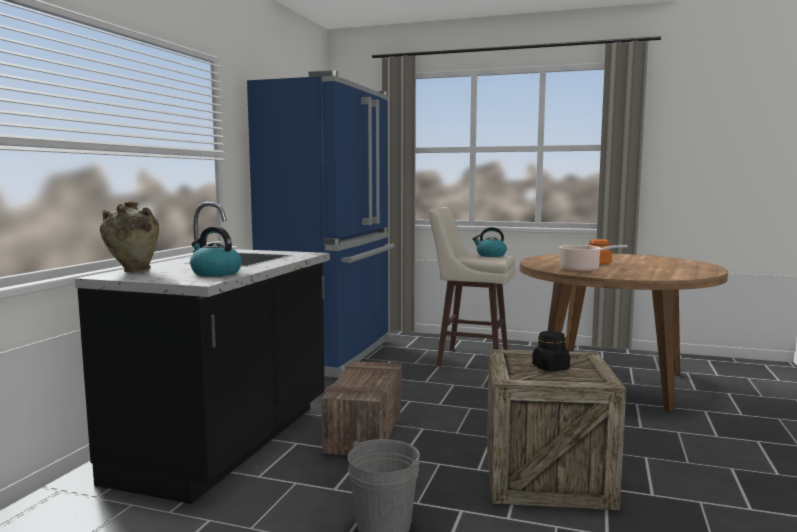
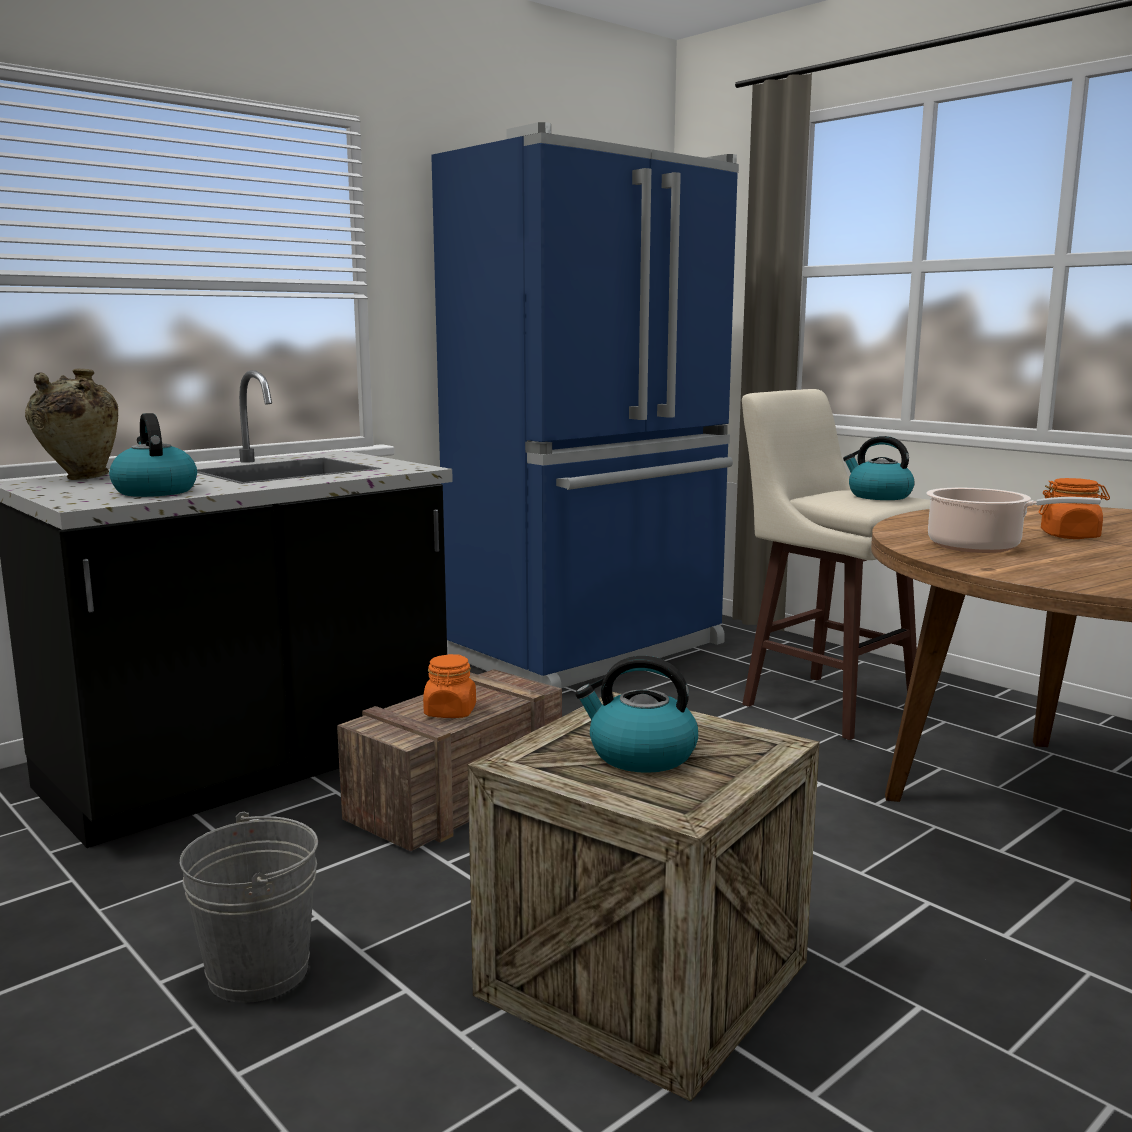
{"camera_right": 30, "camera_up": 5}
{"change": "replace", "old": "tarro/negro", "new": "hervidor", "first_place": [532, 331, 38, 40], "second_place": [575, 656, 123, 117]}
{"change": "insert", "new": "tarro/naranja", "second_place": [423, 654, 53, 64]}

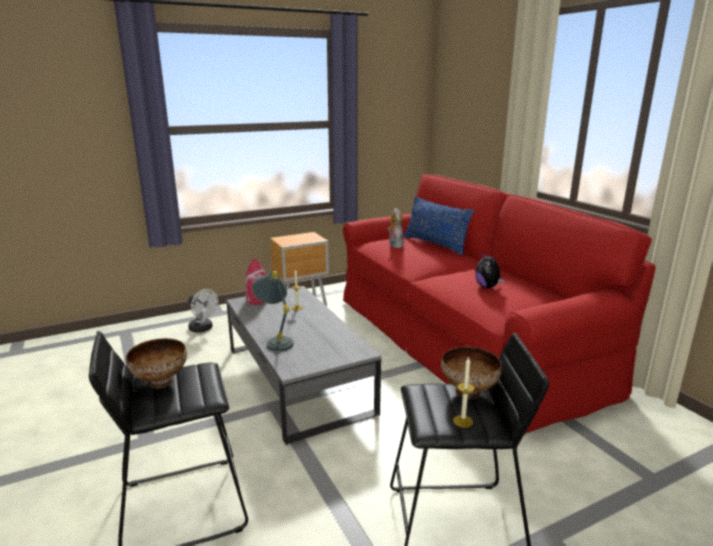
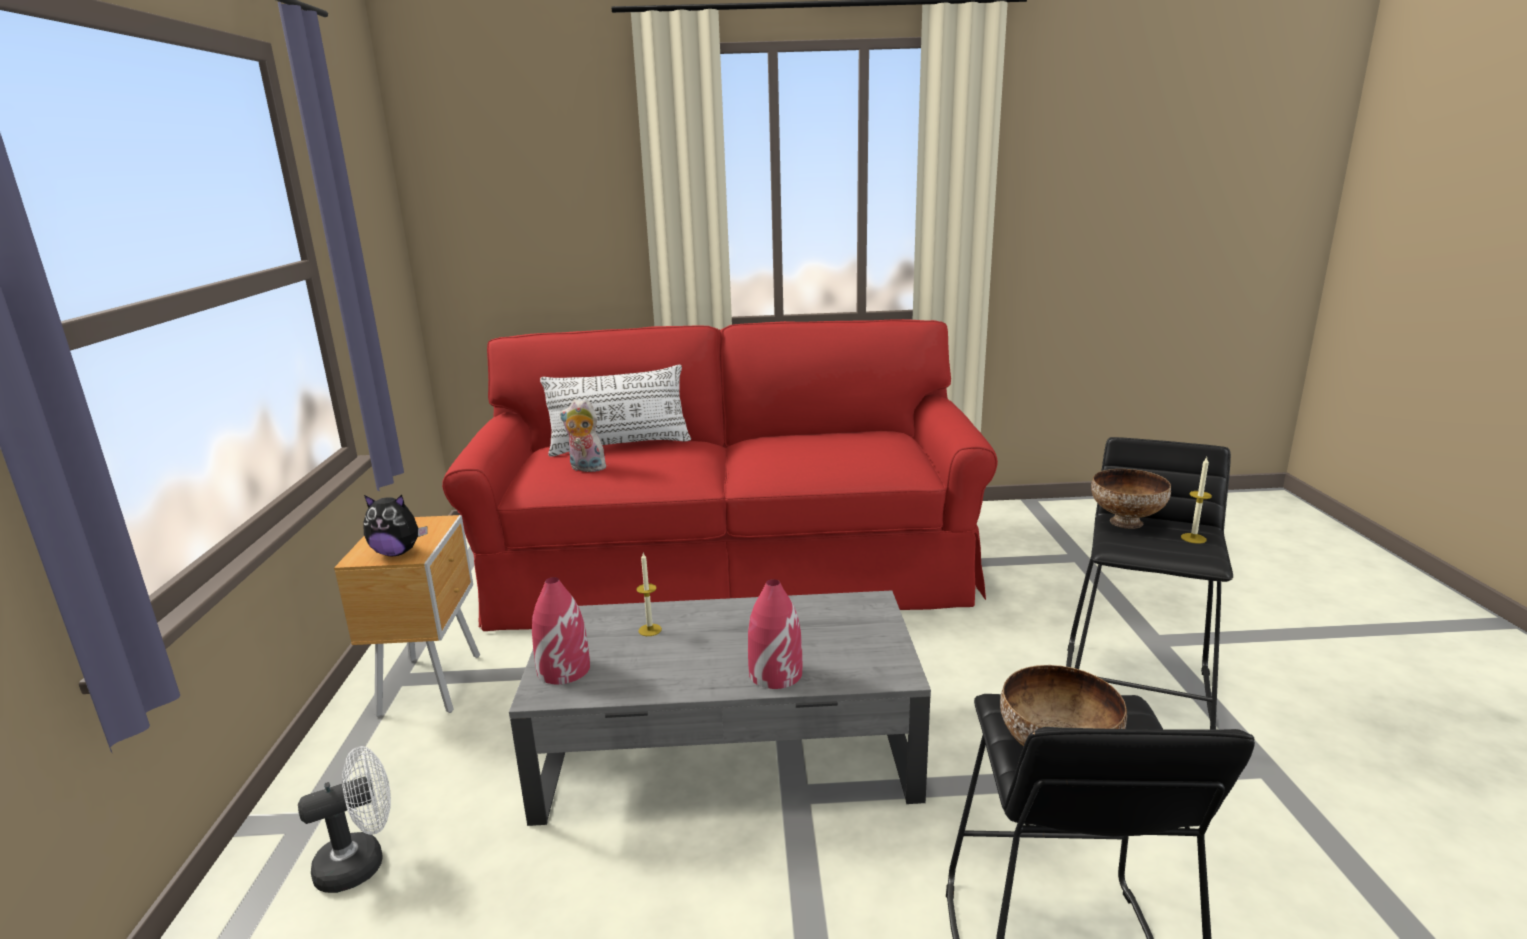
{"camera_right": -65, "camera_up": 0}
{"change": "recolor", "old": "cojín/azul", "new": "cojín/blanco", "first_place": [404, 196, 71, 59], "second_place": [540, 365, 151, 92]}
{"change": "move", "old": "peluche", "first_place": [475, 252, 29, 36], "second_place": [363, 495, 64, 61]}
{"change": "replace", "old": "lámpara de mesa/gris", "new": "florero/rojo", "first_place": [252, 271, 42, 80], "second_place": [748, 579, 54, 110]}

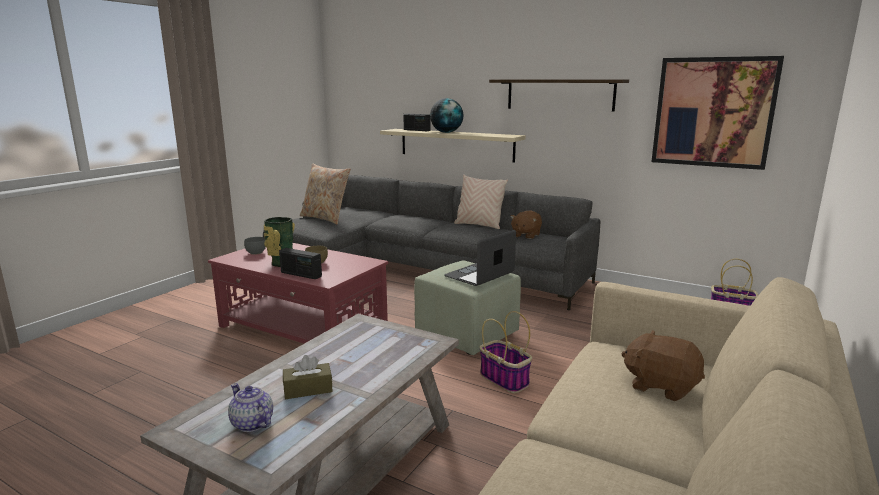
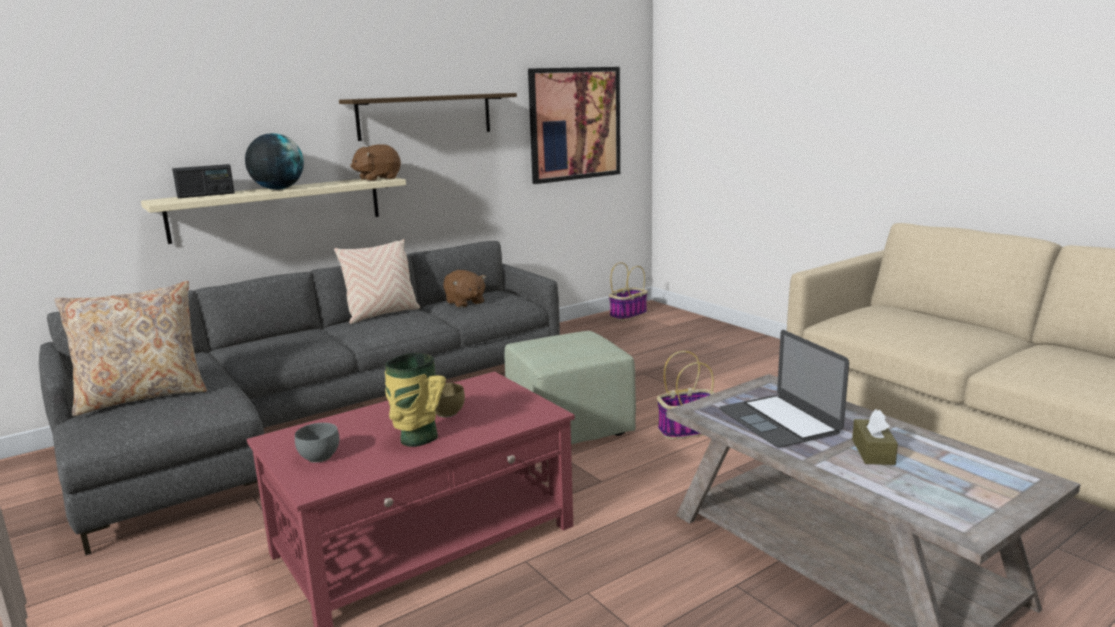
{"camera_right": -65, "camera_up": 0}
{"change": "move", "old": "portátil", "first_place": [444, 230, 72, 56], "second_place": [719, 330, 130, 118]}
{"change": "delete", "old": "radio", "first_place": [279, 248, 43, 31]}
{"change": "move", "old": "peluche/marrón", "first_place": [621, 330, 84, 71], "second_place": [350, 144, 51, 38]}
{"change": "delete", "old": "tetera", "first_place": [228, 383, 45, 49]}

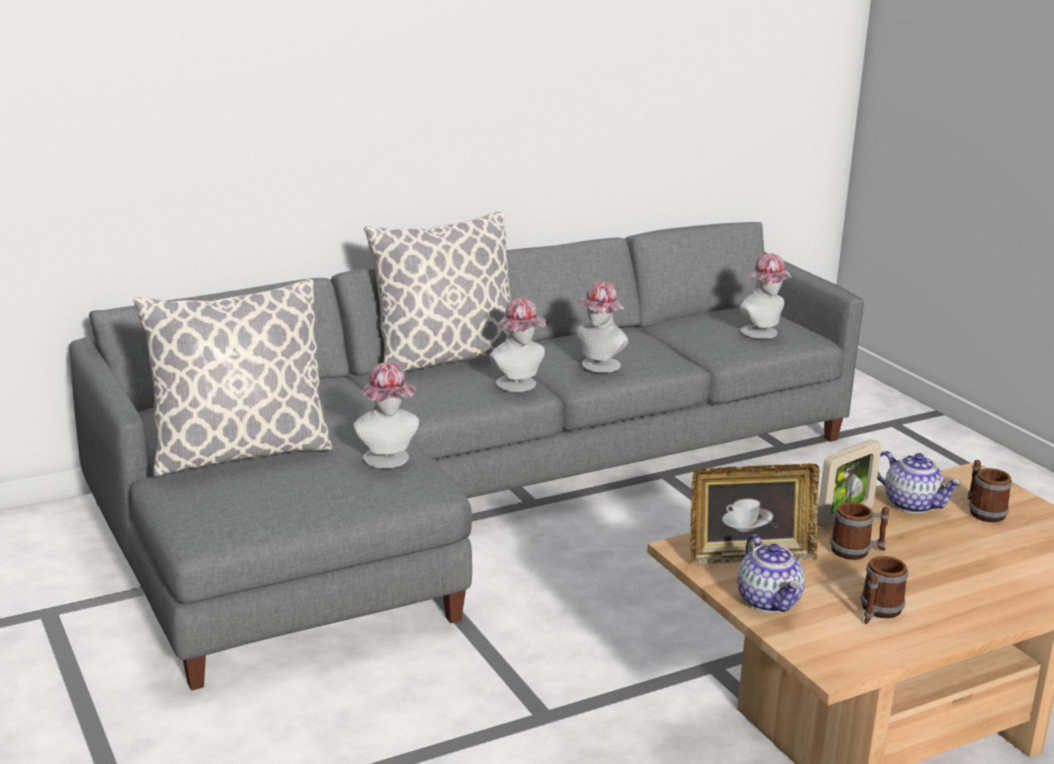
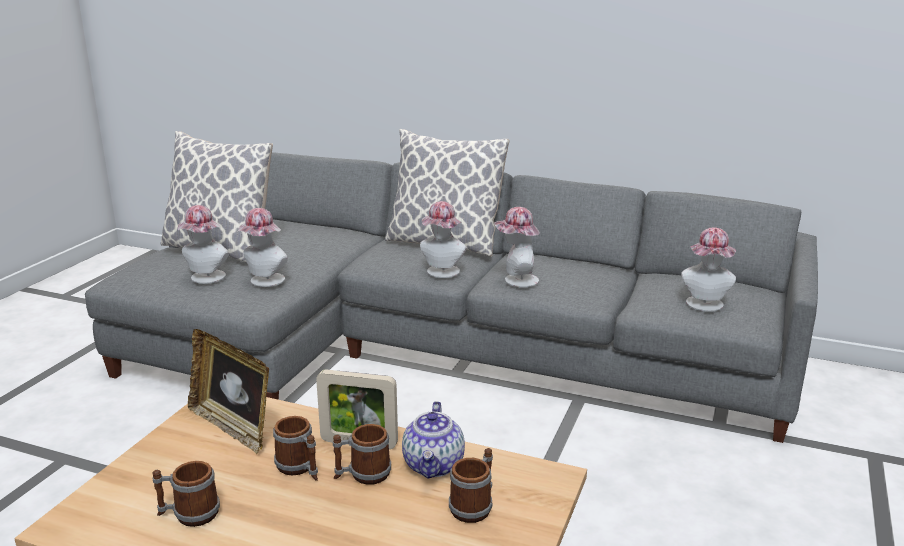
{"camera_right": 50, "camera_up": 0}
{"change": "delete", "old": "tetera", "first_place": [737, 534, 68, 78]}
{"change": "insert", "new": "sombrero", "second_place": [177, 205, 52, 79]}
{"change": "insert", "new": "taza grande", "second_place": [333, 424, 58, 61]}

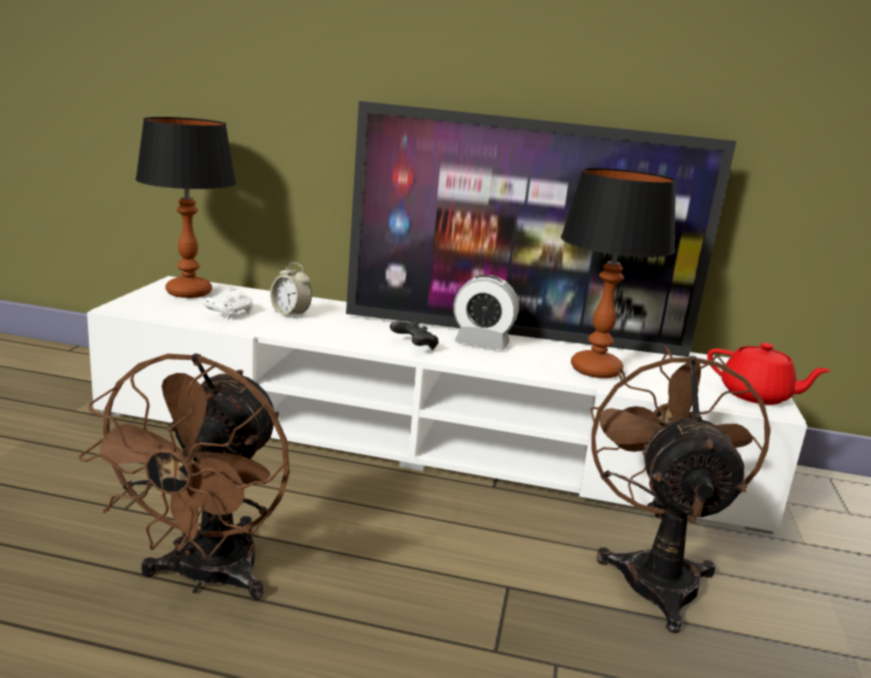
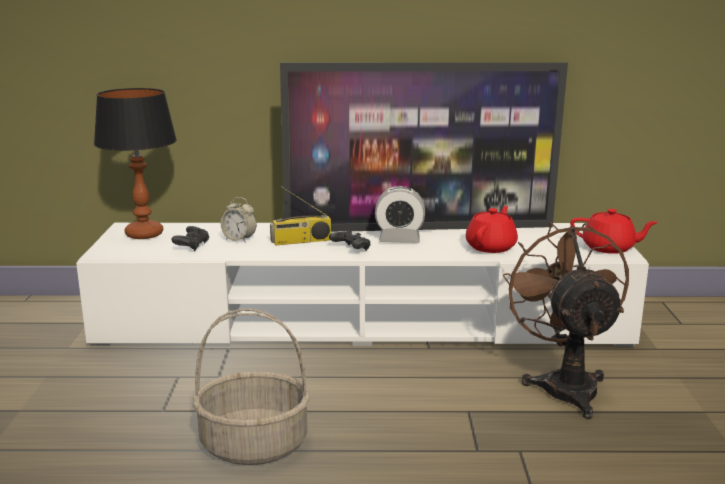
{"camera_right": -10, "camera_up": 0}
{"change": "replace", "old": "lámpara de mesa", "new": "tetera/rojo", "first_place": [561, 168, 115, 210], "second_place": [466, 206, 52, 47]}
{"change": "recolor", "old": "mando de consola/blanco", "new": "mando de consola/negro", "first_place": [203, 289, 50, 31], "second_place": [171, 226, 38, 25]}
{"change": "replace", "old": "ventilador/marrón", "new": "cesta", "first_place": [79, 354, 211, 247], "second_place": [193, 309, 117, 156]}
{"change": "insert", "new": "radio", "second_place": [270, 186, 61, 59]}

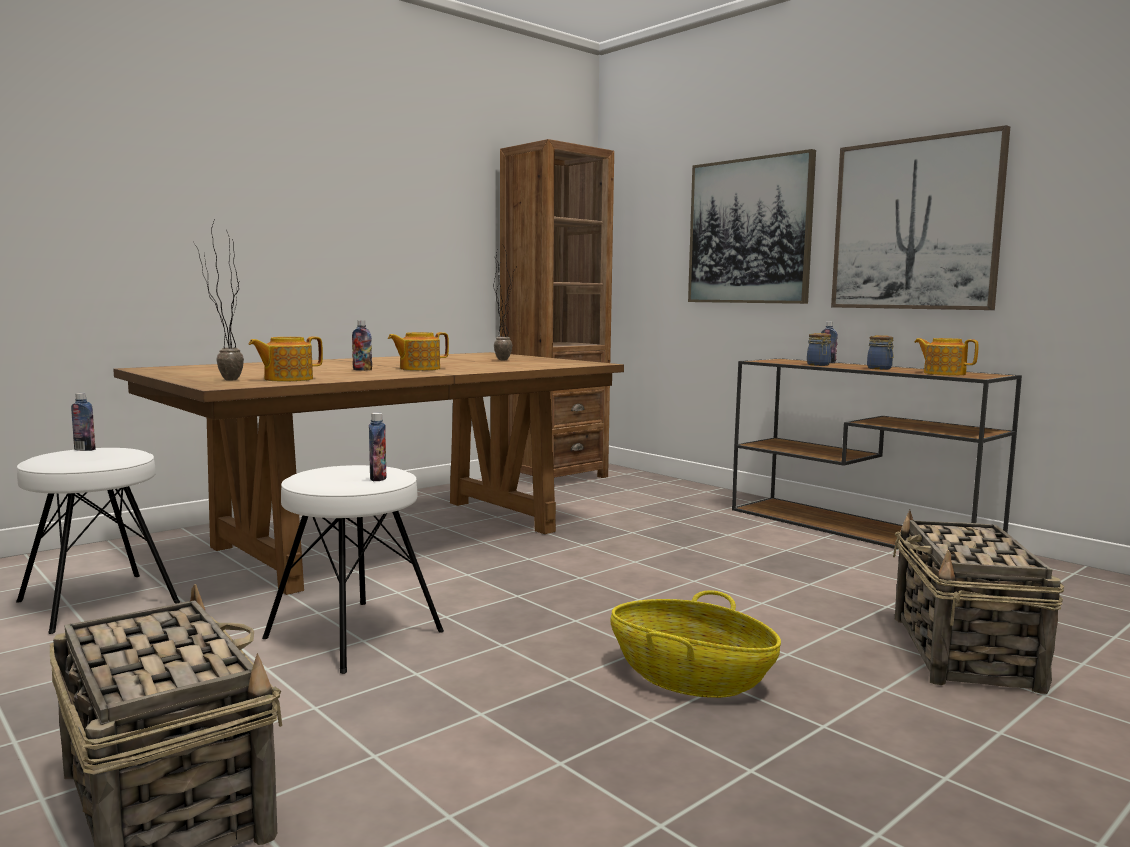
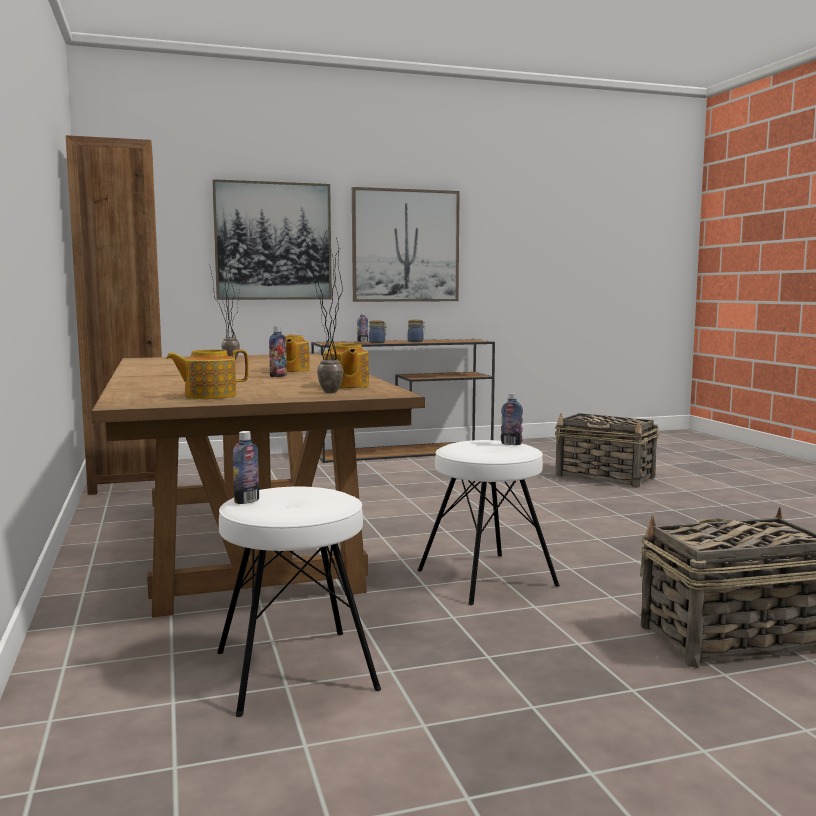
{"camera_right": -65, "camera_up": 0}
{"change": "move", "old": "tetera", "first_place": [915, 338, 63, 38], "second_place": [166, 349, 83, 50]}
{"change": "delete", "old": "cesta", "first_place": [611, 590, 170, 108]}

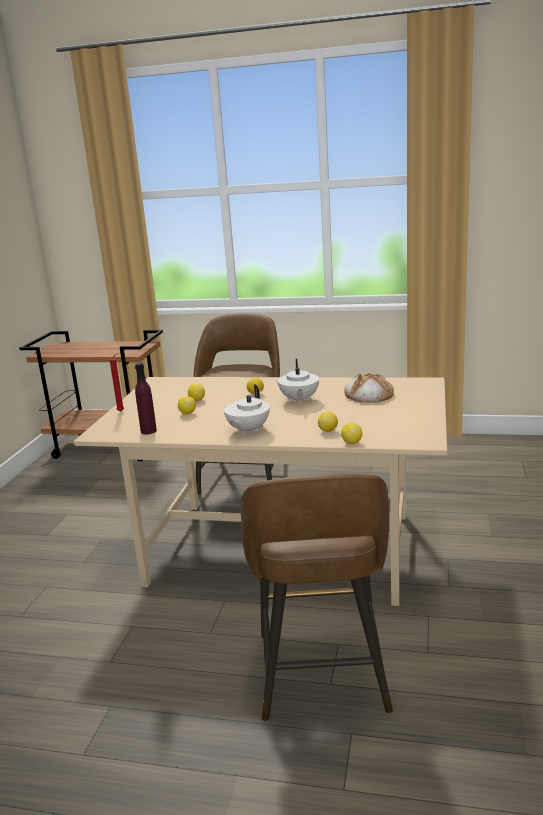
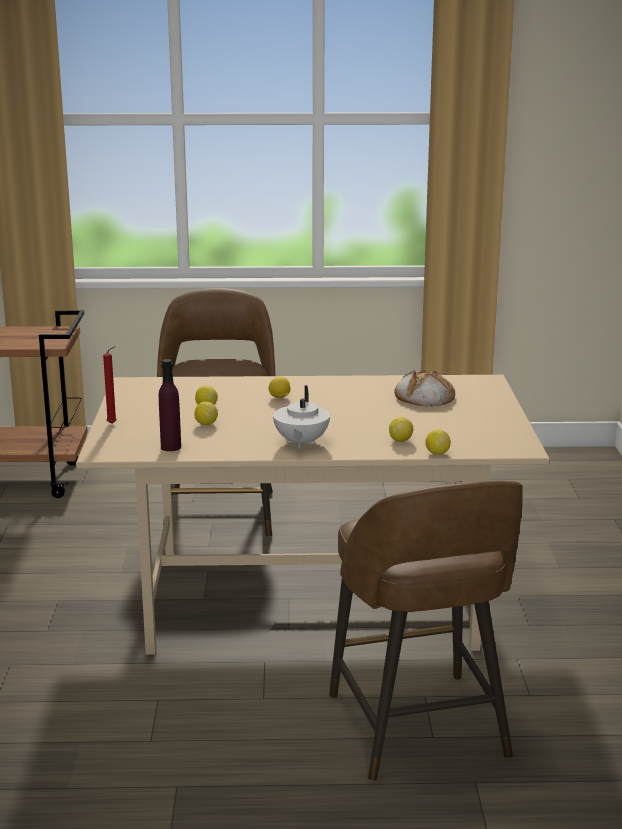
{"camera_right": -15, "camera_up": 0}
{"change": "delete", "old": "tetera/blanco", "first_place": [278, 359, 41, 45]}

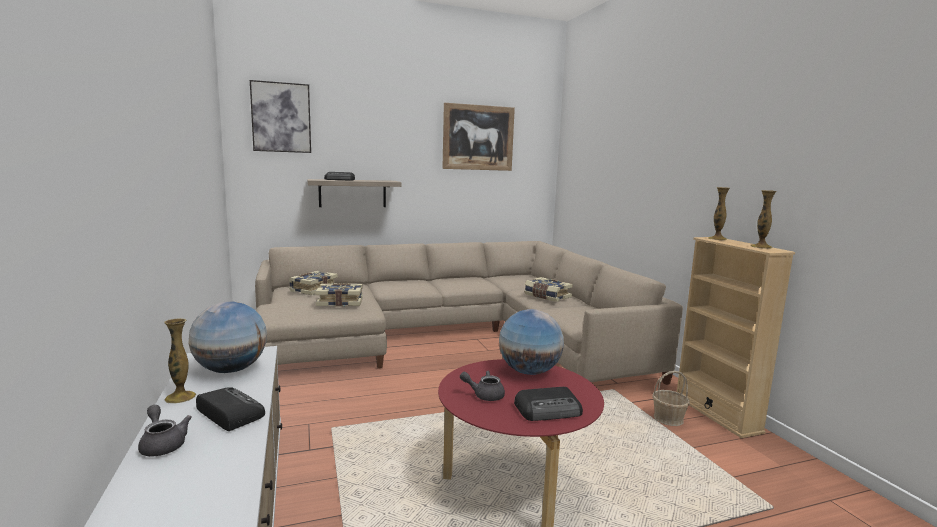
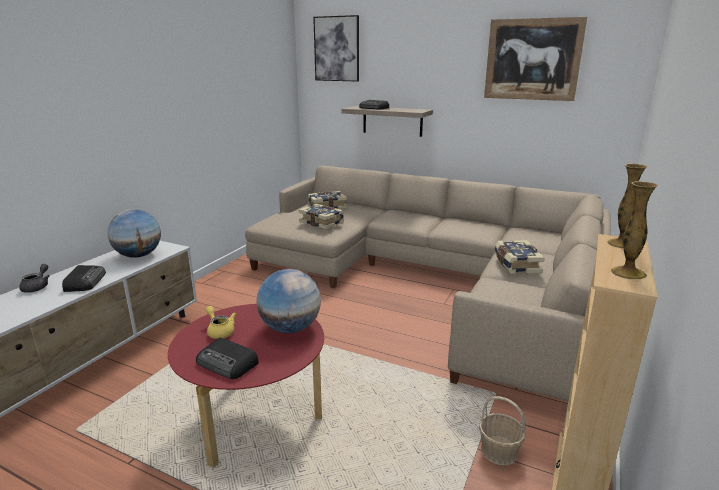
{"camera_right": 45, "camera_up": 10}
{"change": "delete", "old": "florero", "first_place": [164, 318, 32, 86]}
{"change": "recolor", "old": "tetera/gris", "new": "tetera/amarillo", "first_place": [460, 371, 45, 30], "second_place": [206, 306, 30, 33]}

